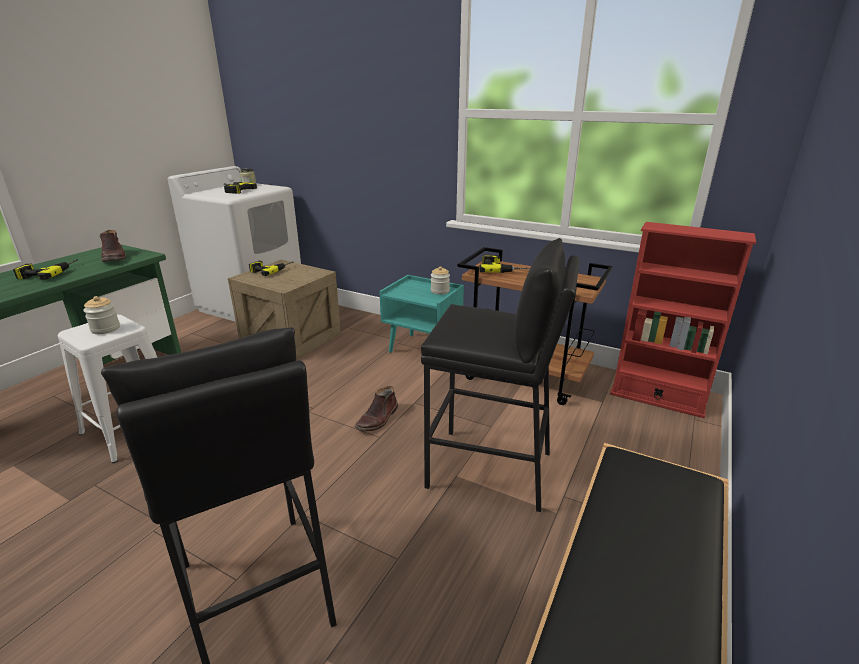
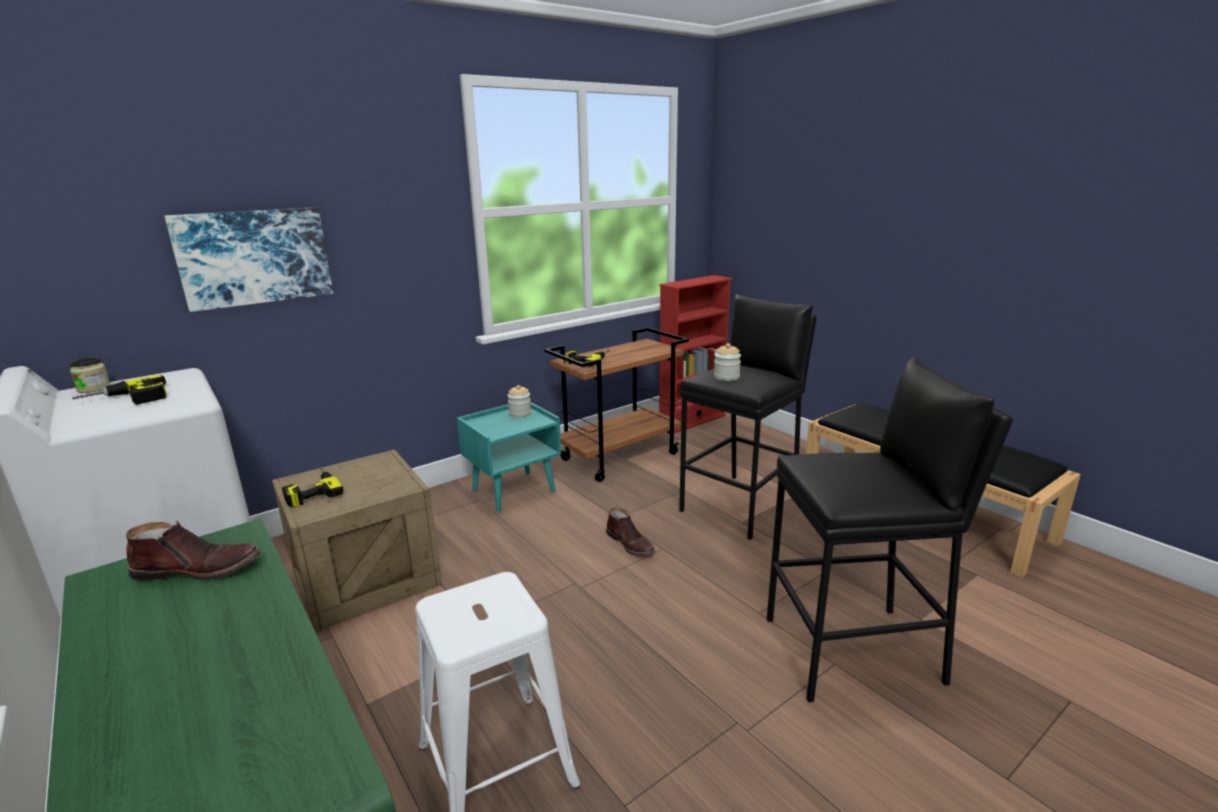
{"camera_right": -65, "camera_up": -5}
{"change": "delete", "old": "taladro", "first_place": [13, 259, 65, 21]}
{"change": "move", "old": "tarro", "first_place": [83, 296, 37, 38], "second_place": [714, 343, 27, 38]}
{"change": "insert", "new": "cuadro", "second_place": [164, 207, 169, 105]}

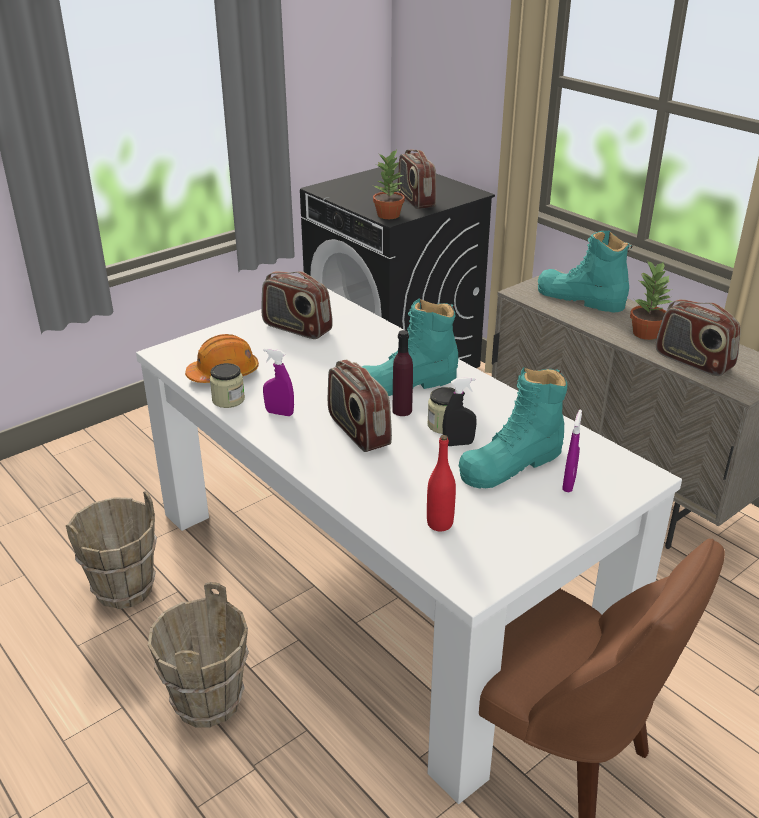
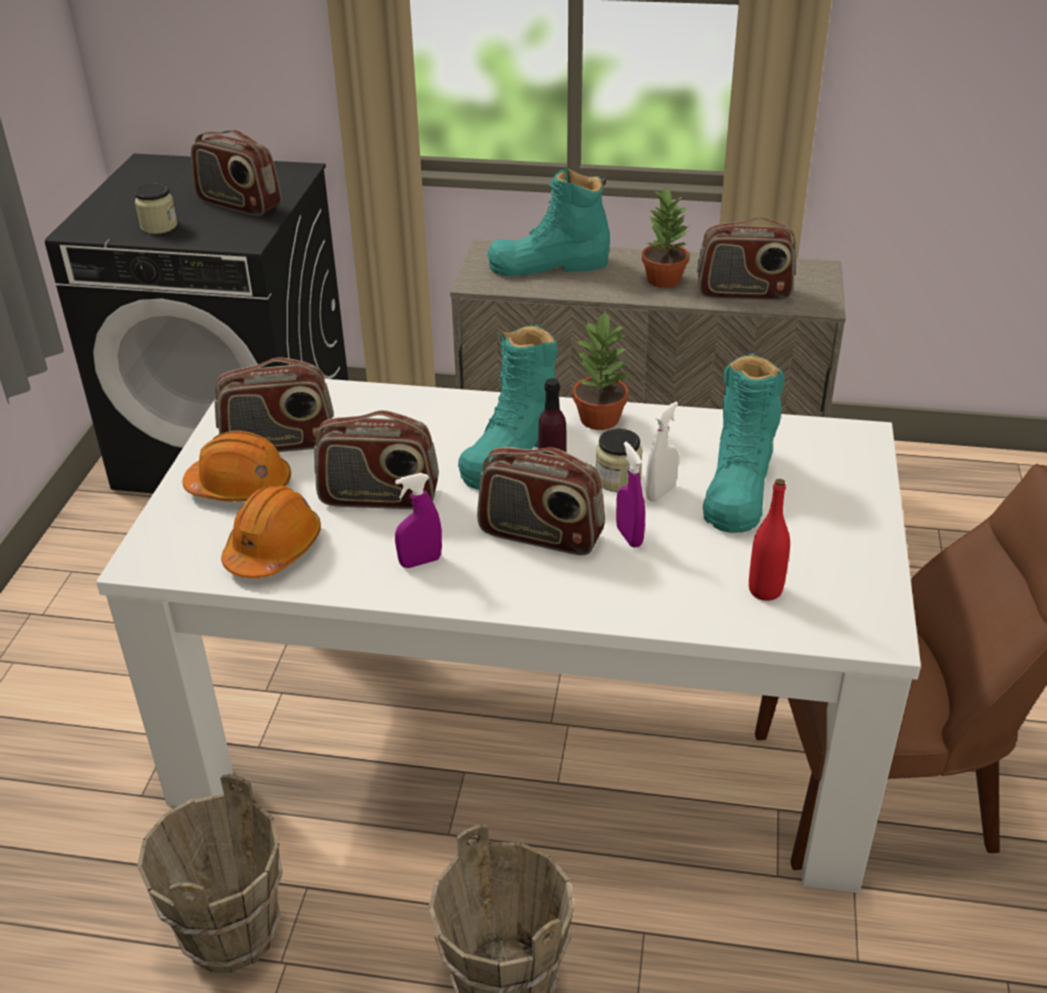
{"camera_right": -40, "camera_up": 5}
{"change": "move", "old": "planta en maceta", "first_place": [373, 150, 32, 69], "second_place": [573, 310, 58, 120]}
{"change": "move", "old": "tarro", "first_place": [210, 363, 35, 45], "second_place": [135, 184, 42, 50]}
{"change": "recolor", "old": "pulverizador/negro", "new": "pulverizador/blanco", "first_place": [443, 377, 34, 69], "second_place": [646, 402, 33, 100]}
{"change": "move", "old": "pulverizador/morado", "first_place": [562, 410, 20, 82], "second_place": [616, 441, 29, 107]}
{"change": "insert", "new": "radio", "second_place": [314, 410, 125, 99]}
{"change": "insert", "new": "casco/naranja", "second_place": [182, 431, 109, 71]}

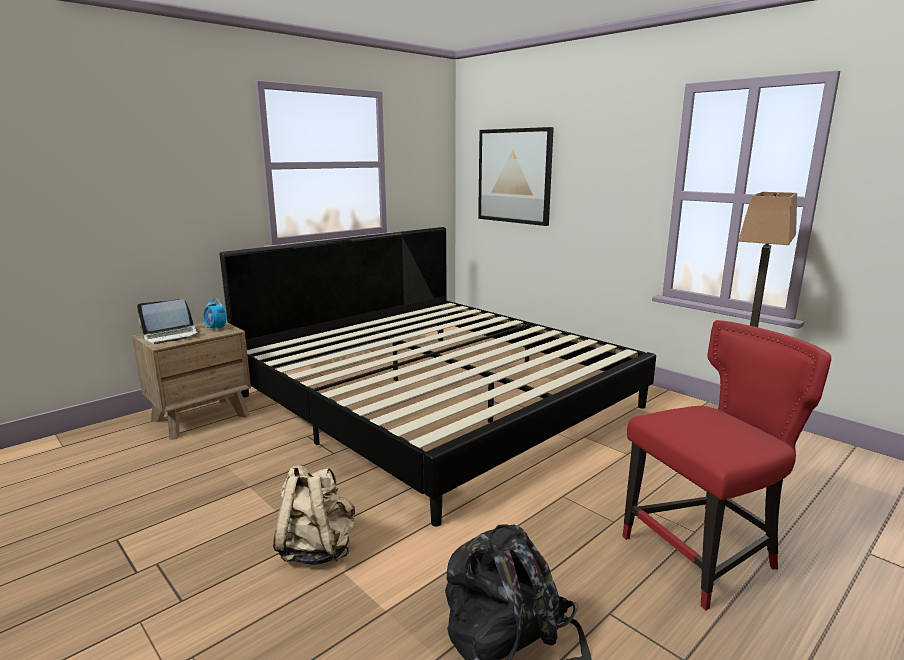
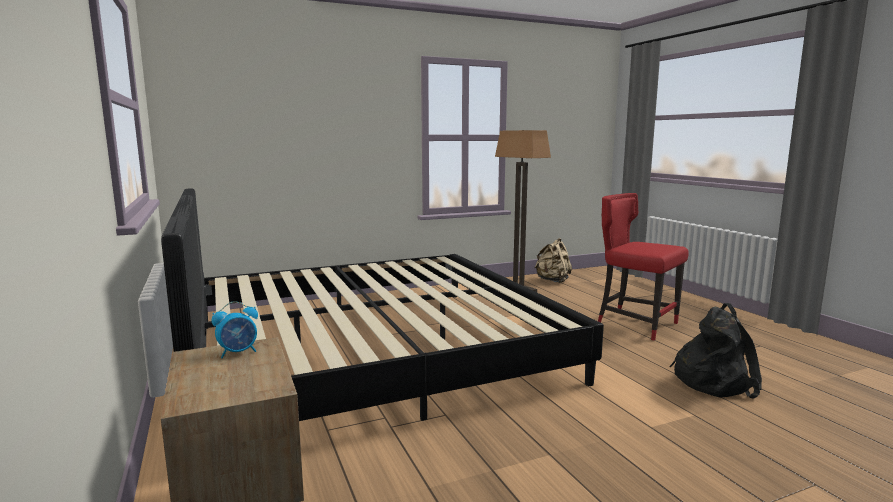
{"camera_right": -70, "camera_up": -5}
{"change": "delete", "old": "cuadro", "first_place": [478, 127, 76, 99]}
{"change": "delete", "old": "portátil", "first_place": [137, 299, 63, 45]}
{"change": "rotate", "old": "silla/rojo", "first_place": [622, 320, 209, 290], "second_place": [598, 193, 91, 147], "degrees": -45}
{"change": "move", "old": "mochila/beis", "first_place": [273, 465, 82, 100], "second_place": [535, 238, 37, 45]}

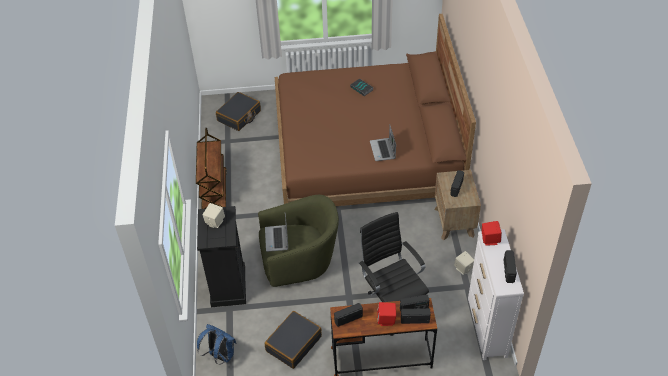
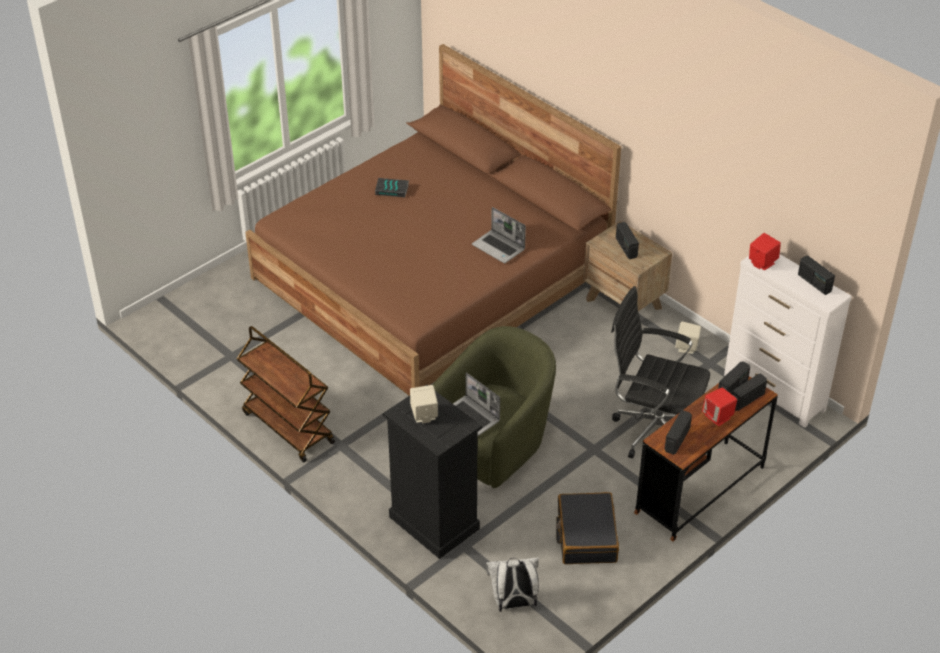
{"camera_right": -40, "camera_up": -5}
{"change": "delete", "old": "maleta/negro", "first_place": [216, 92, 45, 39]}
{"change": "recolor", "old": "mochila/azul", "new": "mochila/blanco", "first_place": [197, 324, 40, 41], "second_place": [486, 557, 53, 55]}

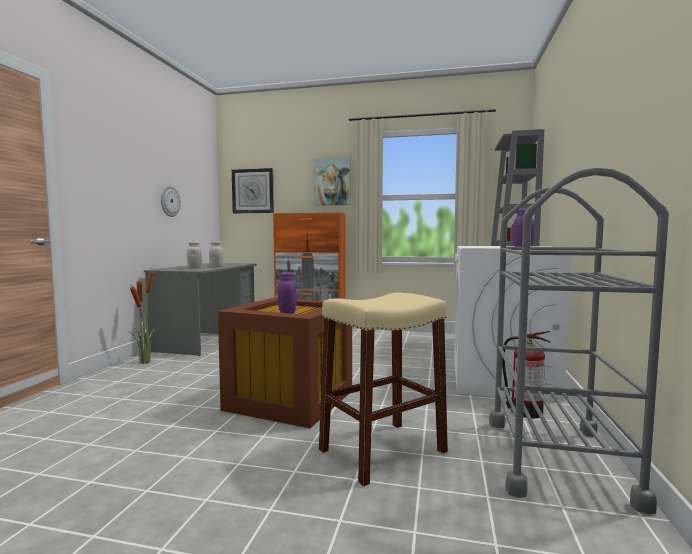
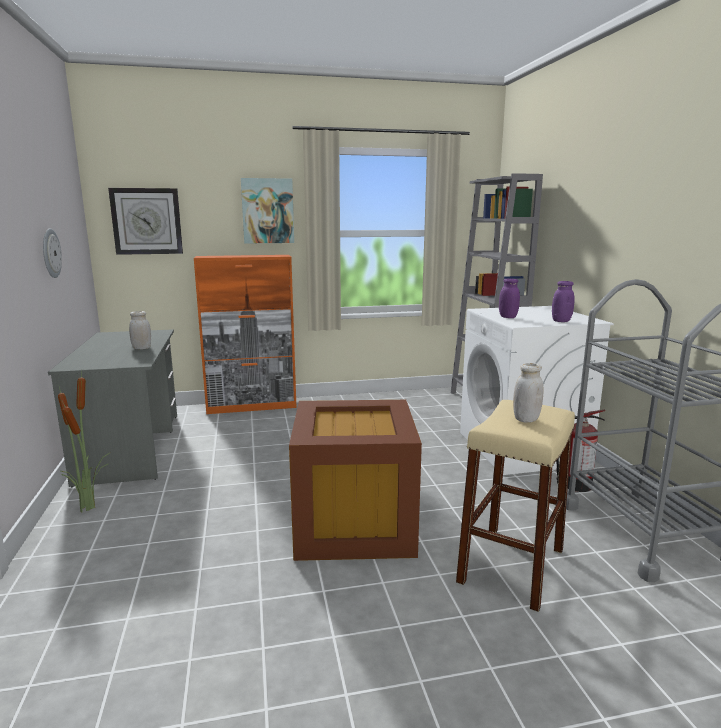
{"camera_right": -25, "camera_up": 10}
{"change": "move", "old": "tarro/blanco", "first_place": [187, 241, 15, 27], "second_place": [513, 363, 30, 60]}
{"change": "move", "old": "tarro/morado", "first_place": [277, 272, 20, 42], "second_place": [499, 278, 21, 40]}

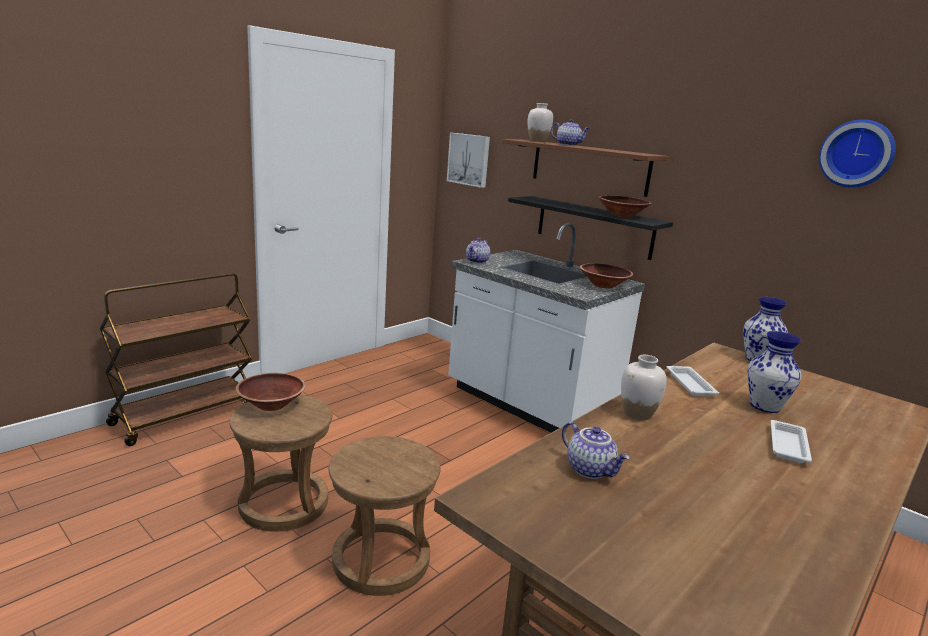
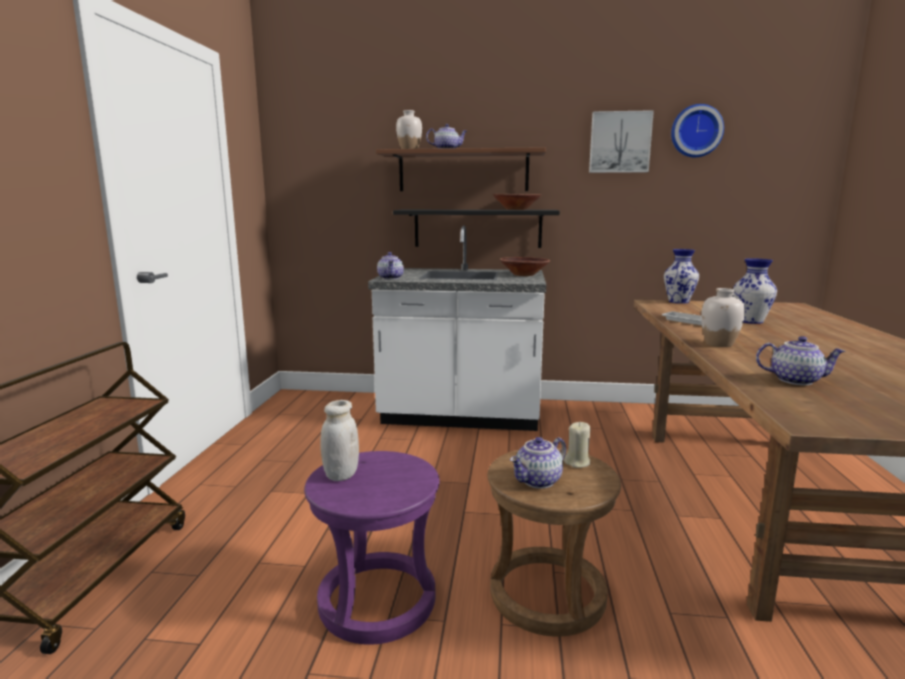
{"camera_right": -35, "camera_up": -5}
{"change": "move", "old": "cuadro", "first_place": [447, 132, 43, 56], "second_place": [589, 110, 65, 63]}
{"change": "replace", "old": "cuenco/marrón", "new": "tarro/blanco", "first_place": [235, 373, 71, 38], "second_place": [321, 400, 38, 81]}
{"change": "recolor", "old": "taburete/marrón", "new": "taburete/morado", "first_place": [229, 395, 103, 137], "second_place": [304, 451, 136, 194]}
{"change": "delete", "old": "bandeja/blanco", "first_place": [771, 420, 41, 43]}
{"change": "insert", "new": "vela/beis", "second_place": [564, 422, 26, 46]}
{"change": "insert", "new": "tetera", "second_place": [510, 437, 56, 52]}

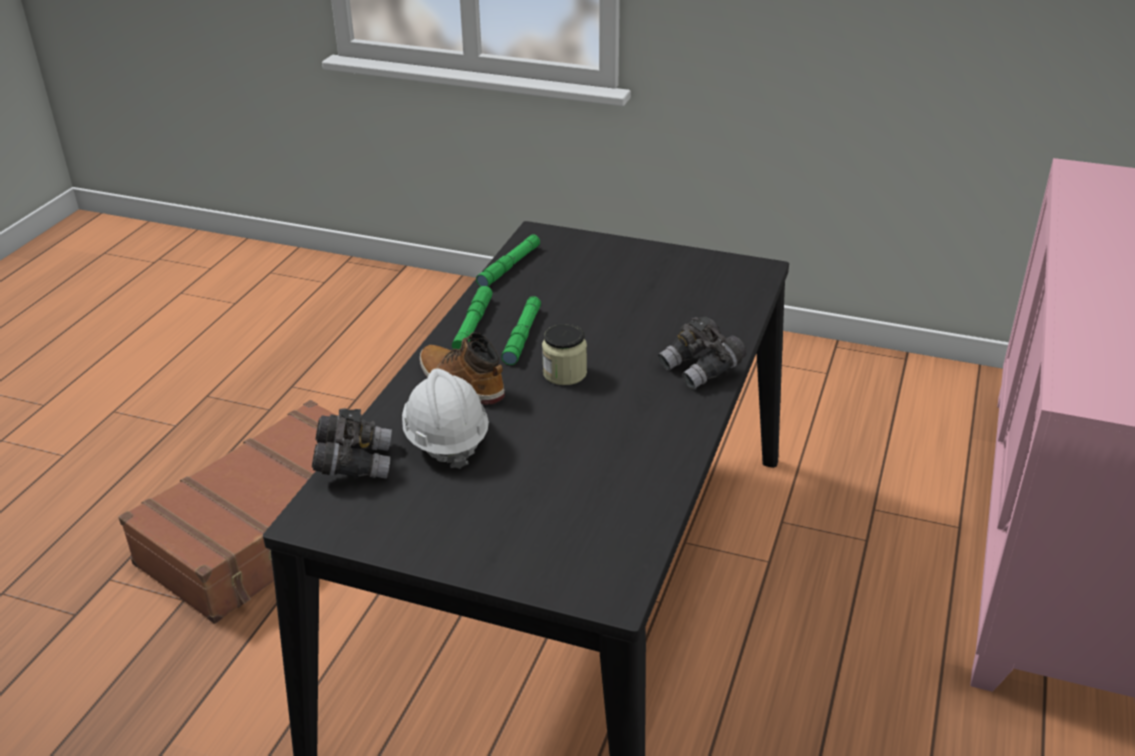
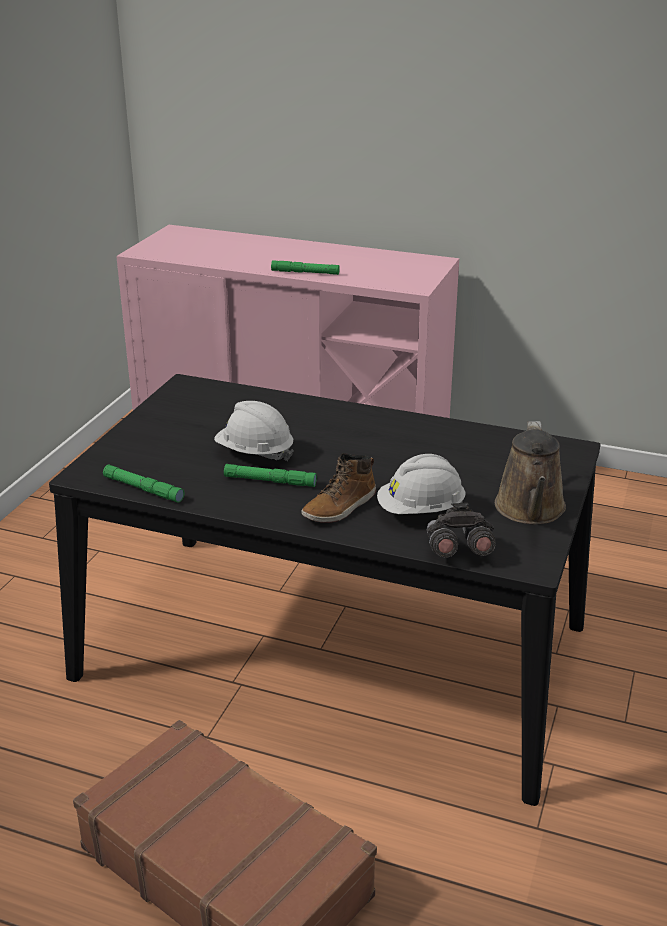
{"camera_right": -90, "camera_up": -5}
{"change": "move", "old": "linterna/verde", "first_place": [452, 286, 41, 63], "second_place": [271, 260, 69, 15]}
{"change": "delete", "old": "prismáticos/gris", "first_place": [658, 317, 89, 72]}
{"change": "delete", "old": "tarro", "first_place": [542, 324, 45, 61]}
{"change": "insert", "new": "casco/blanco", "second_place": [214, 401, 79, 60]}
{"change": "insert", "new": "regadera/marrón", "second_place": [495, 421, 71, 103]}

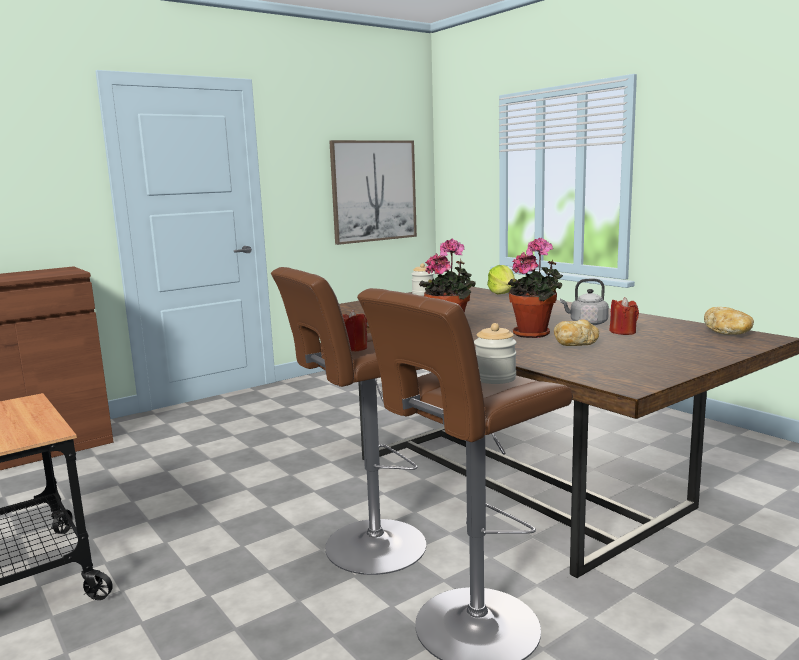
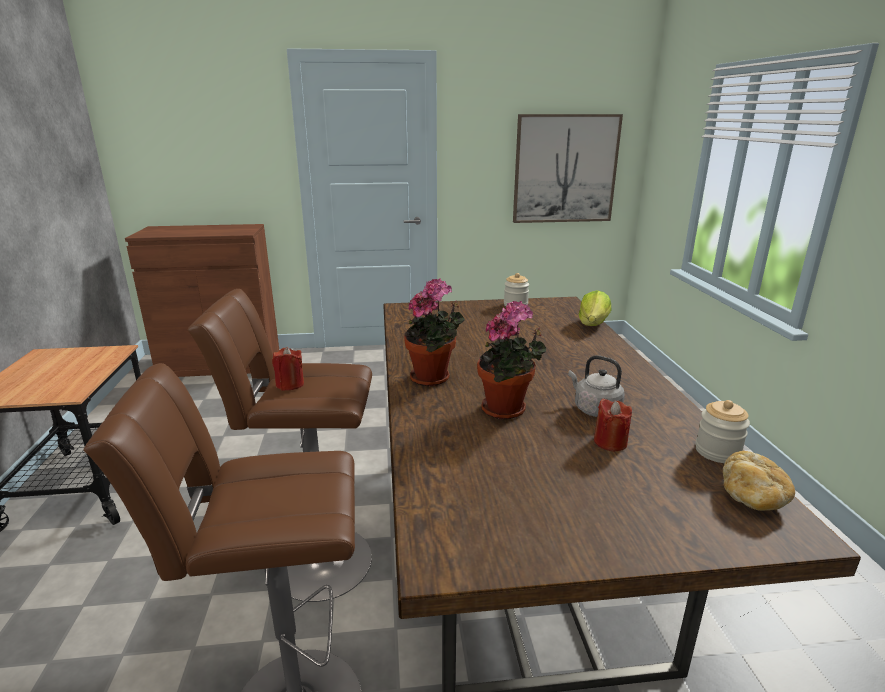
{"camera_right": 30, "camera_up": 10}
{"change": "delete", "old": "pan", "first_place": [554, 319, 45, 27]}
{"change": "move", "old": "tarro", "first_place": [474, 323, 43, 61], "second_place": [695, 400, 55, 63]}

